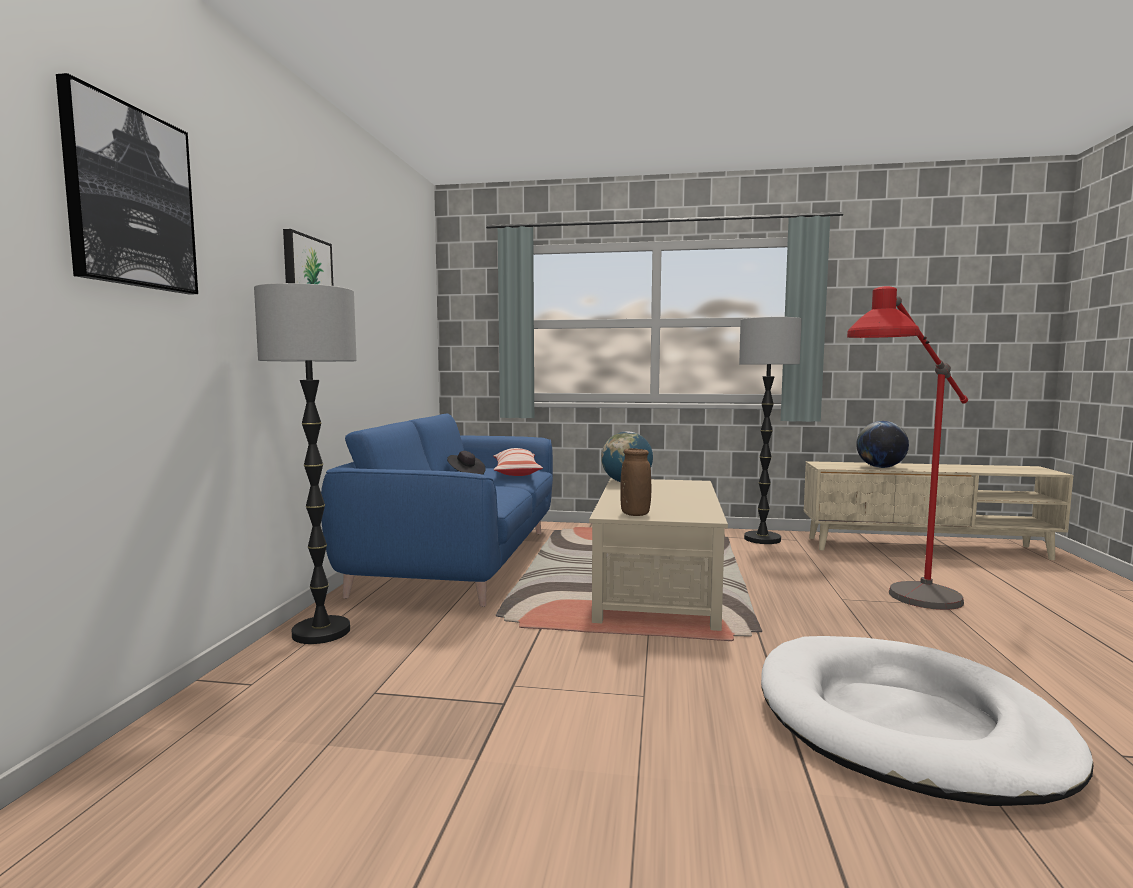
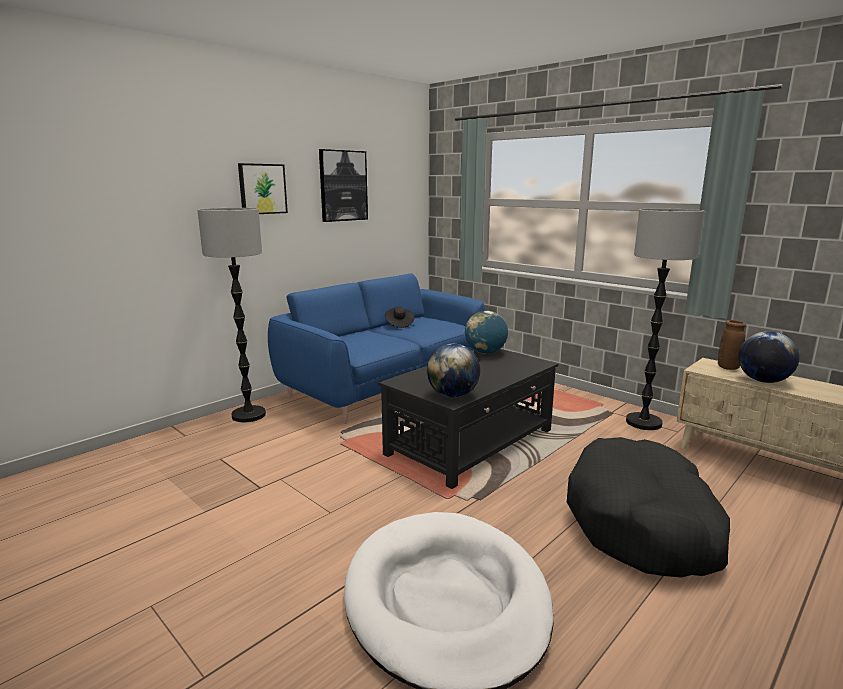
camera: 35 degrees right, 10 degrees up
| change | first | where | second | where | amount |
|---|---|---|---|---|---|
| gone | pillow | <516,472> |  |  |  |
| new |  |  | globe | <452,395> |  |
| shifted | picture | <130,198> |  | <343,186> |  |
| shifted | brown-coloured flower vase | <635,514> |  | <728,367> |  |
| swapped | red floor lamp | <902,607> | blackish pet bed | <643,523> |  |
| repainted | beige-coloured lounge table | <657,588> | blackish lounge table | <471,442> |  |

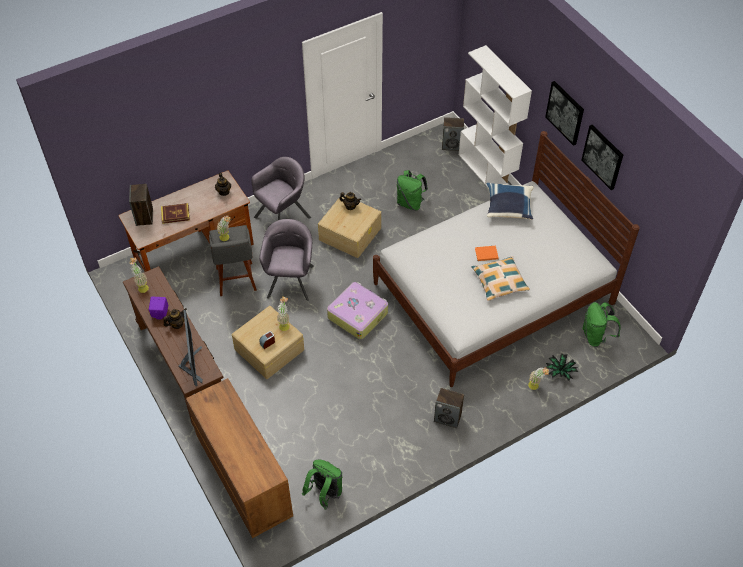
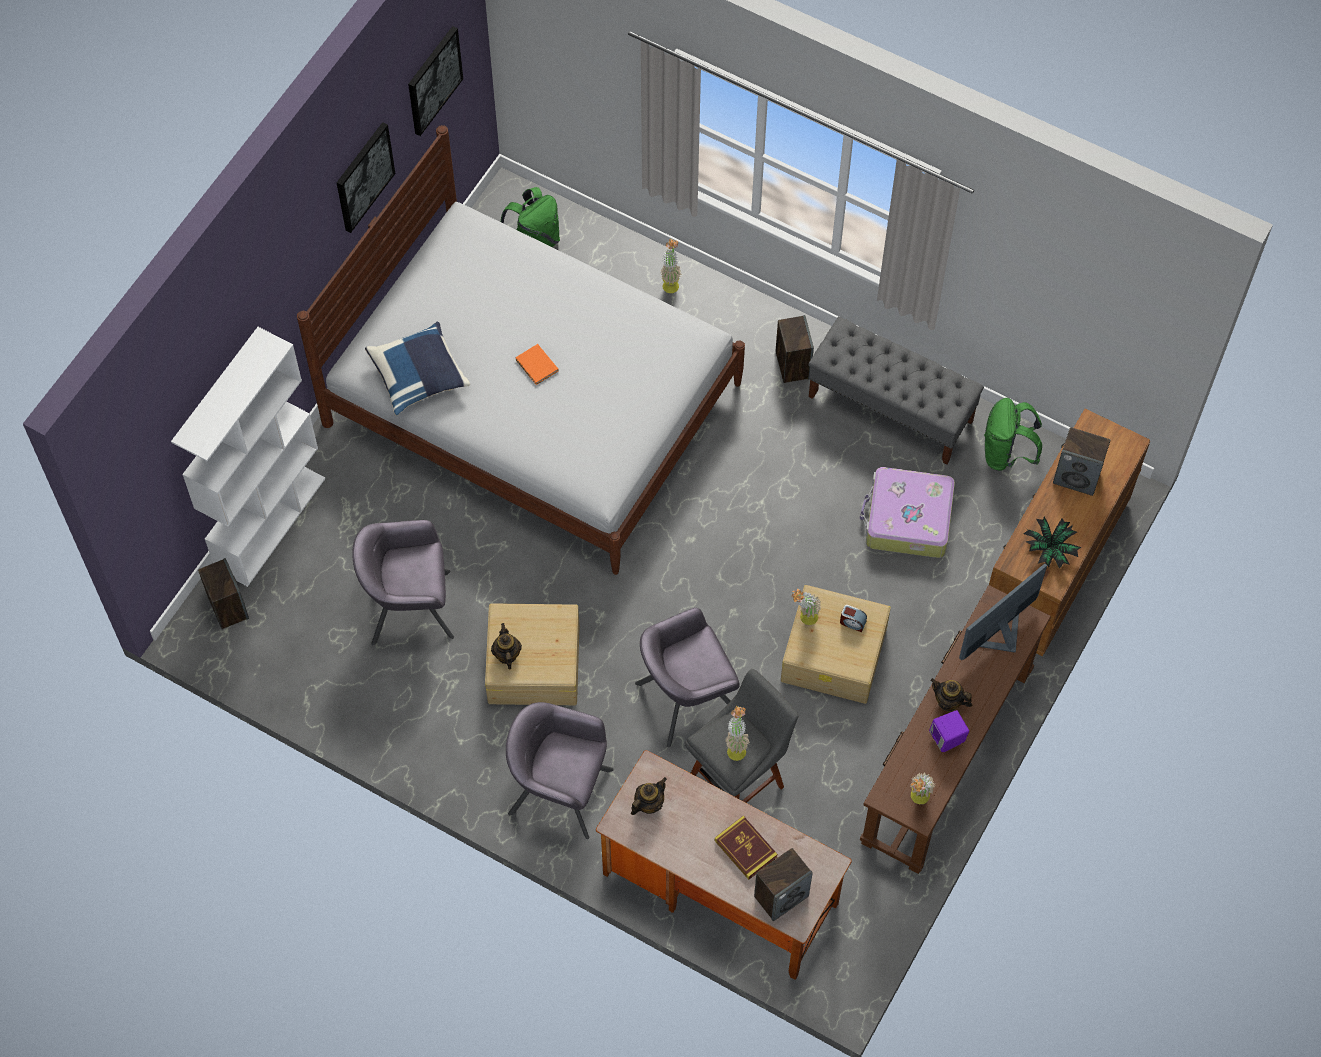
camera: 120 degrees left, 10 degrees up
| change | first | where | second | where | amount |
|---|---|---|---|---|---|
| gone | pillow | <499,282> |  |  |  |
| new |  |  | grey indoor bench | <891,409> |  |
| new |  |  | audio speaker | <1077,477> |  |
| shifted | suitcase | <358,314> |  | <907,520> |  |
| shifted | picture | <565,112> |  | <433,80> |  |
| shifted | potted plant | <560,372> |  | <1049,549> |  |
| swapped | green-coloured knapsack | <410,203> | grey easy chair | <409,606> |  |

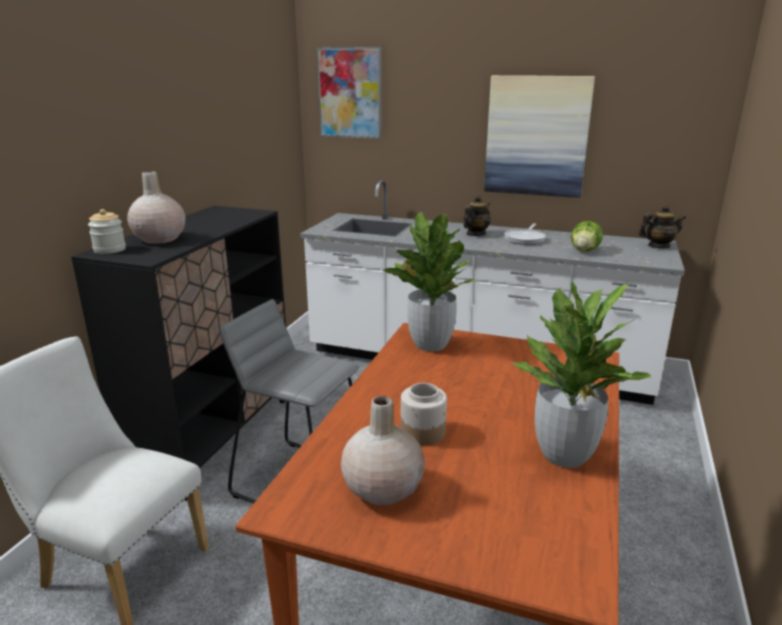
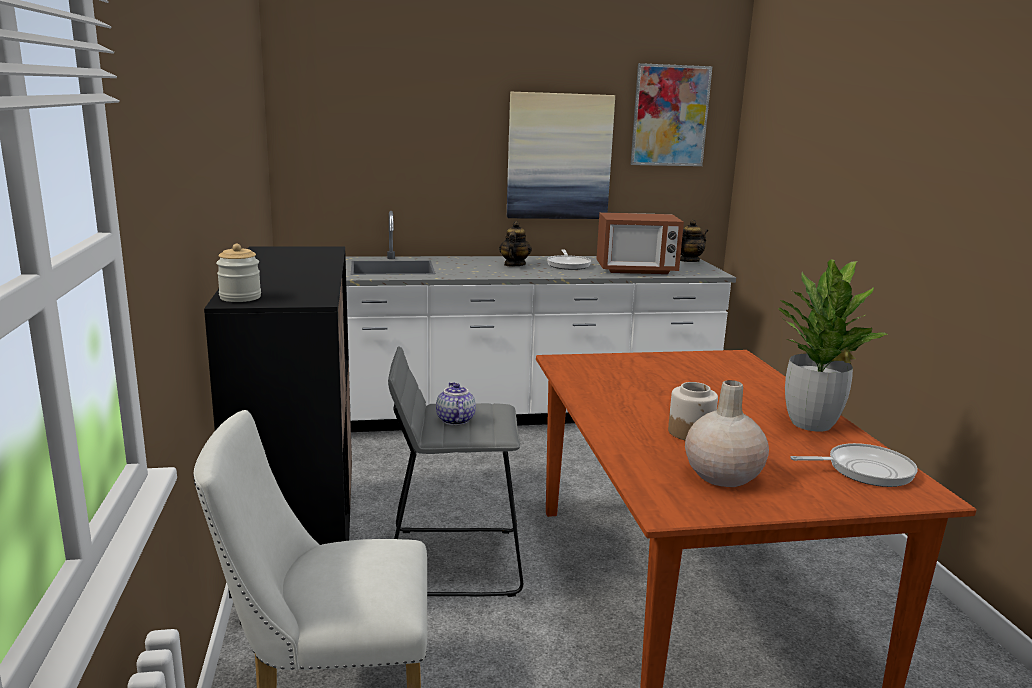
camera: 30 degrees left, 5 degrees down
| change | first | where | second | where | amount |
|---|---|---|---|---|---|
| gone | beige-coloured flower vase | <159,239> |  |  |  |
| gone | potted plant | <430,344> |  |  |  |
| new |  |  | pot for tea | <454,420> |  |
| new |  |  | skillet | <864,470> |  |
| shifted | picture | <350,93> |  | <670,116> |  |
| swapped | lettuce | <584,251> | kitchen microwave | <636,270> |  |

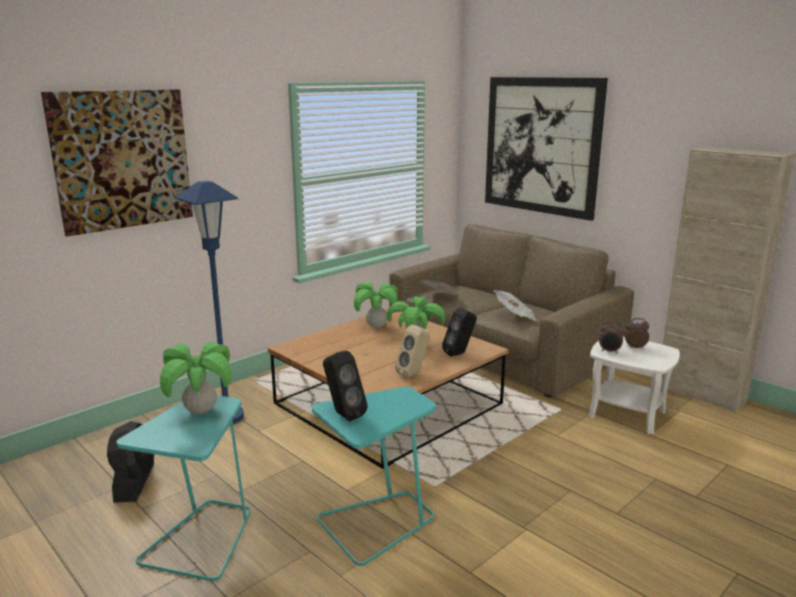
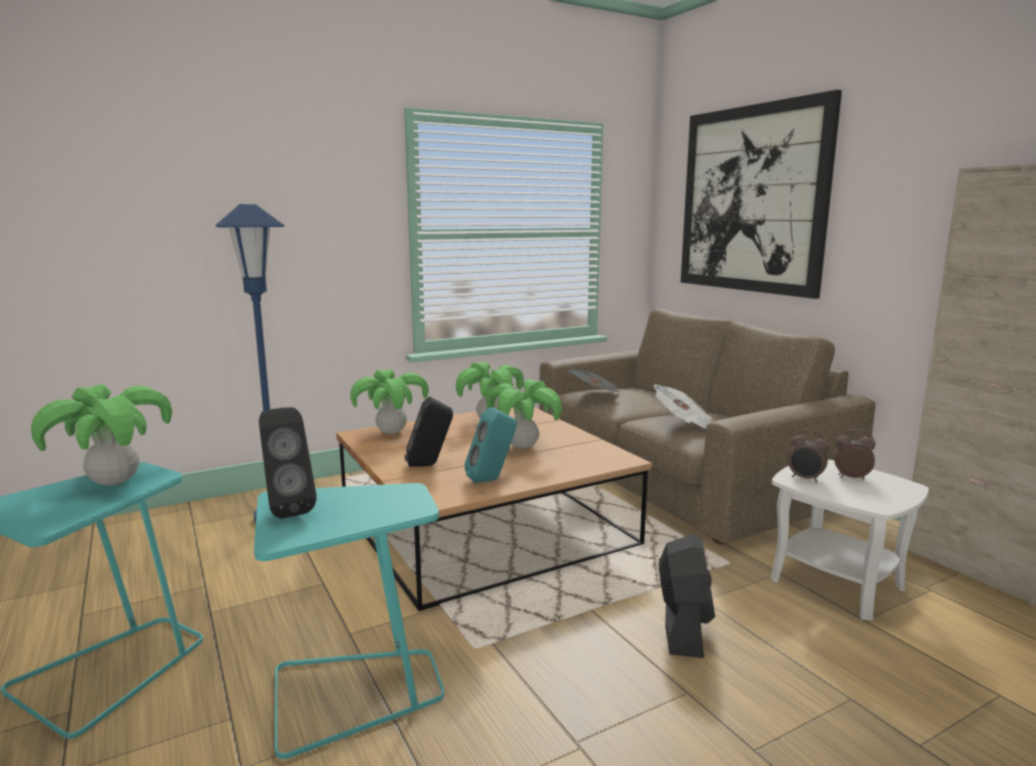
camera: 15 degrees right, 5 degrees down
| change | first | where | second | where | amount |
|---|---|---|---|---|---|
| gone | picture | <123,160> |  |  |  |
| new |  |  | potted plant | <391,432> |  |
| shifted | blackish electric fan | <134,483> |  | <684,627> |  |
| shifted | blackish audio speaker | <460,354> |  | <429,465> |  |
| repainted | beige-coloured audio speaker | <414,374> | blue-green audio speaker | <491,480> |  |

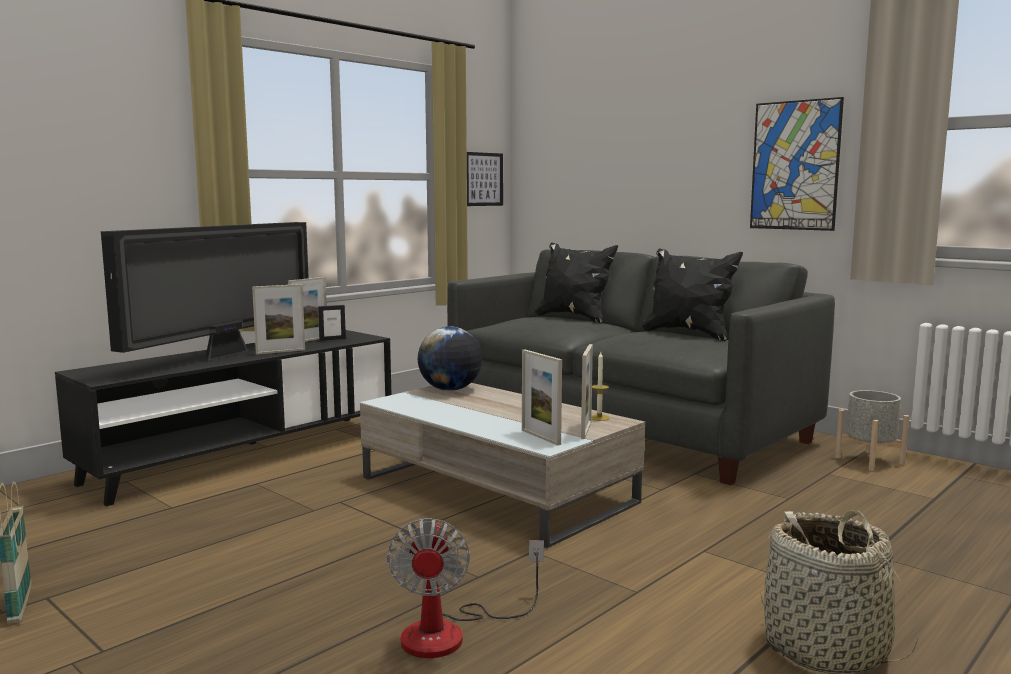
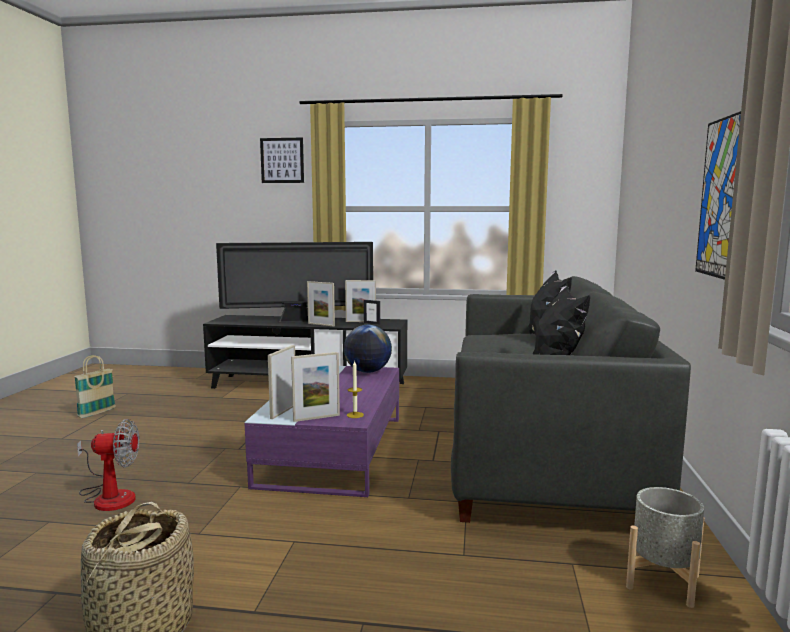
camera: 55 degrees right, 0 degrees up
| change | first | where | second | where | amount |
|---|---|---|---|---|---|
| shifted | picture | <483,179> |  | <282,160> |  |
| repainted | beige-coloured lounge table | <496,489> | purple-coloured lounge table | <334,449> |  |
| rotated | electric fan | <452,632> |  | <109,496> | 150 degrees counterclockwise |

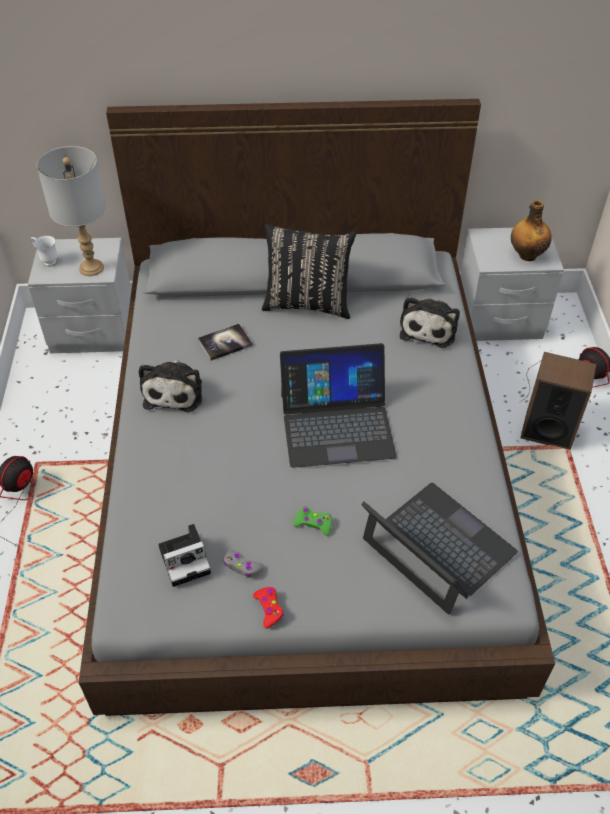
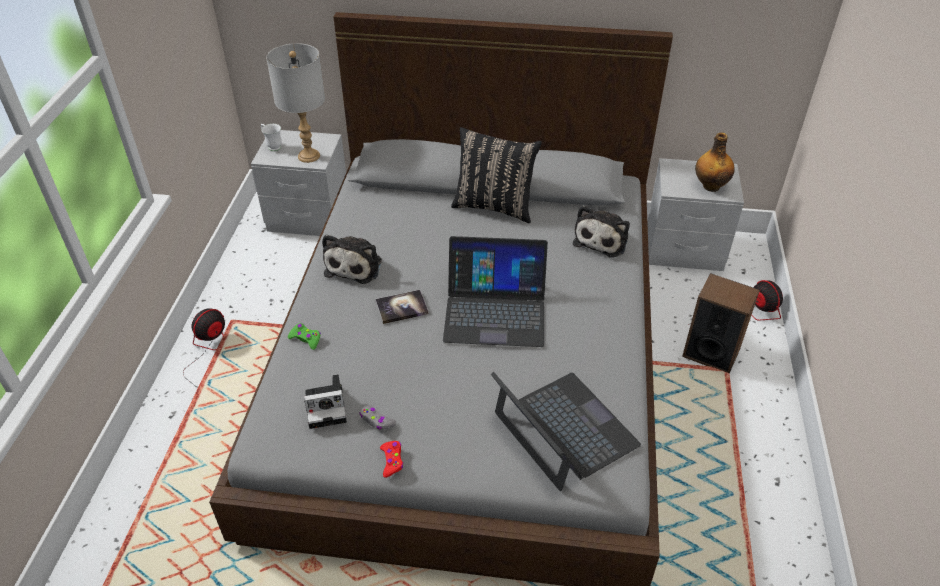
camera: 10 degrees right, 5 degrees down
| change | first | where | second | where | amount |
|---|---|---|---|---|---|
| shifted | book | <225,343> |  | <401,308> |  |
| shifted | green-coloured game controller | <313,523> |  | <306,339> |  |

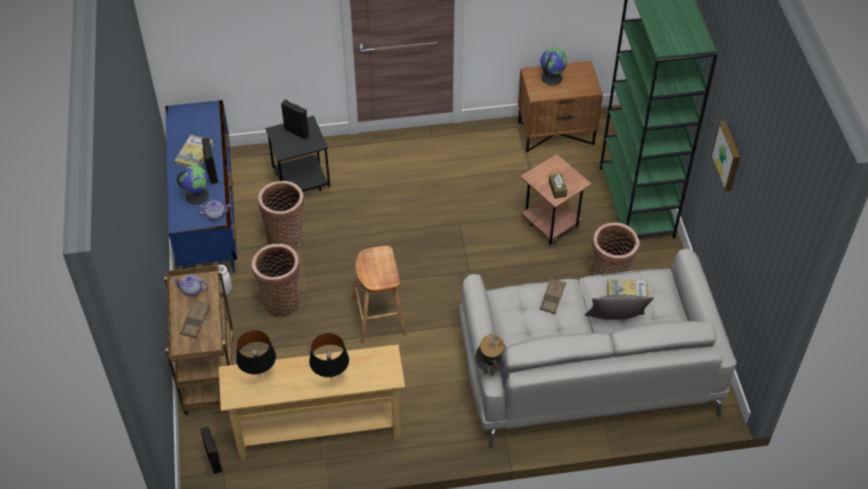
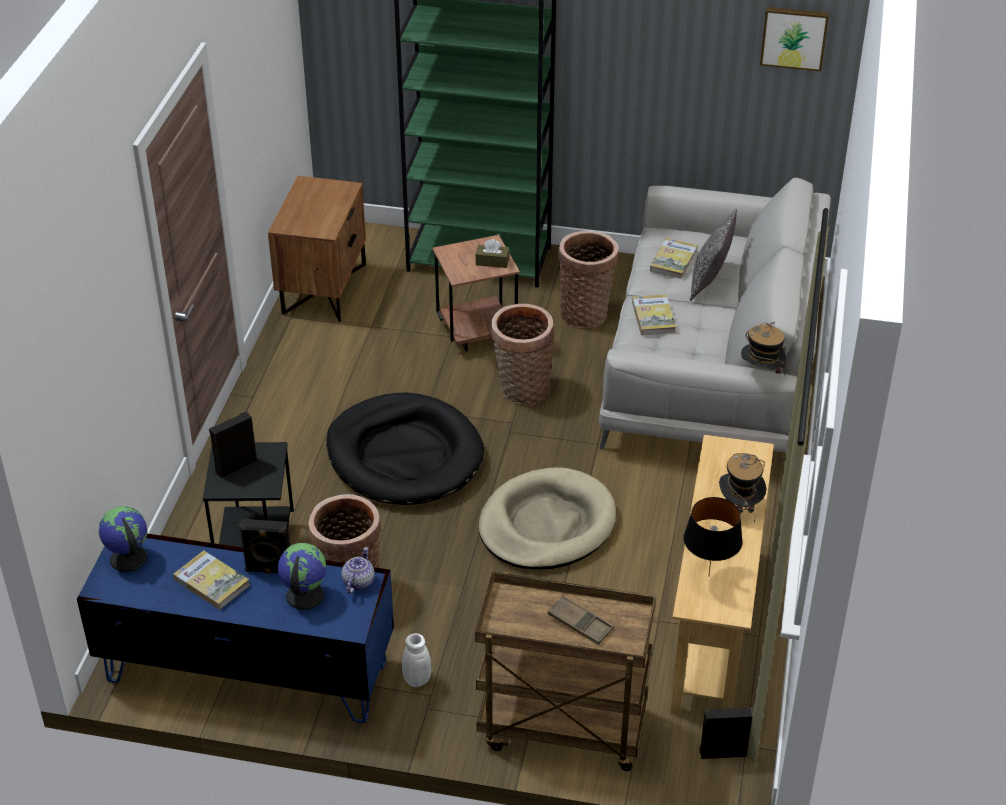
camera: 70 degrees left, 10 degrees down
| change | first | where | second | where | amount |
|---|---|---|---|---|---|
| gone | pot for tea | <192,290> |  |  |  |
| new |  |  | blackish pet bed | <404,455> |  |
| shifted | basket | <281,301> |  | <522,390> |  |
| shifted | globe | <551,78> |  | <128,558> |  |
| shifted | picture | <728,155> |  | <794,37> |  |
| swapped | blackish tabletop lamp | <331,380> | wearable hat | <740,507> |  |
| swapped | brown-coloured stool | <379,317> | beige-coloured pet bed | <546,524> |  |
| swapped | brown-coloured carrying tray | <552,298> | book | <653,317> |  |

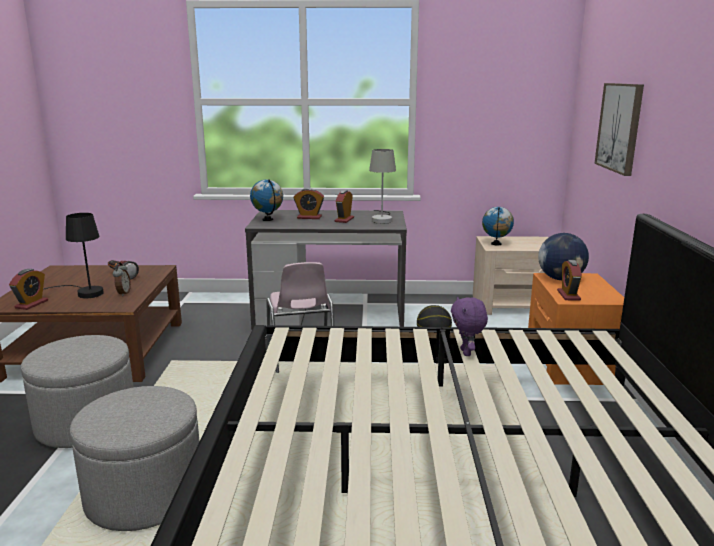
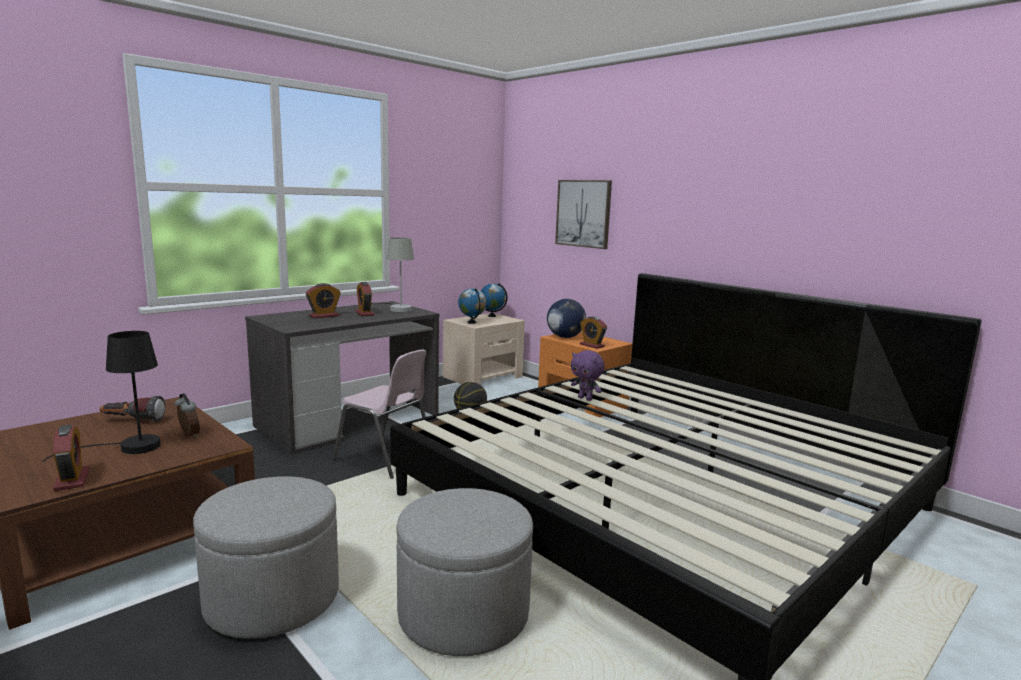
camera: 45 degrees left, 5 degrees down
| change | first | where | second | where | amount |
|---|---|---|---|---|---|
| shifted | globe | <268,220> |  | <492,316> |  |

